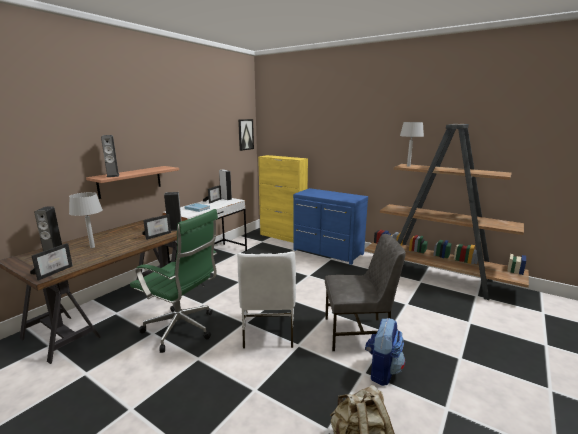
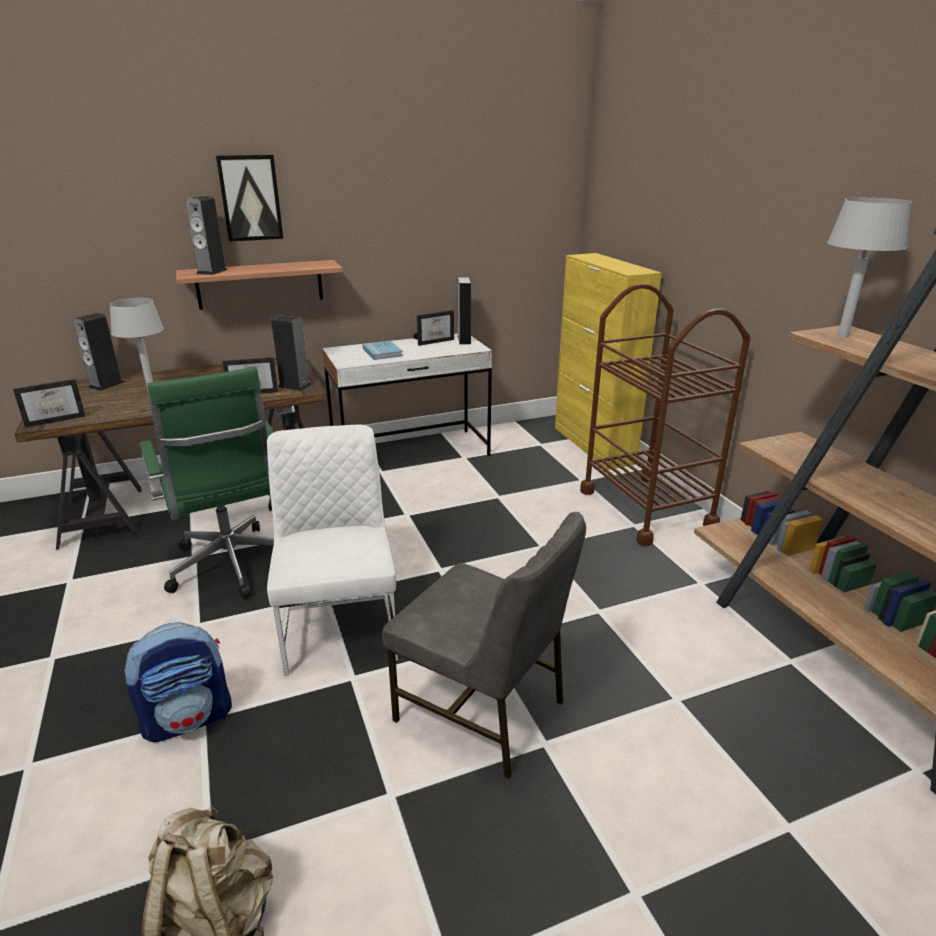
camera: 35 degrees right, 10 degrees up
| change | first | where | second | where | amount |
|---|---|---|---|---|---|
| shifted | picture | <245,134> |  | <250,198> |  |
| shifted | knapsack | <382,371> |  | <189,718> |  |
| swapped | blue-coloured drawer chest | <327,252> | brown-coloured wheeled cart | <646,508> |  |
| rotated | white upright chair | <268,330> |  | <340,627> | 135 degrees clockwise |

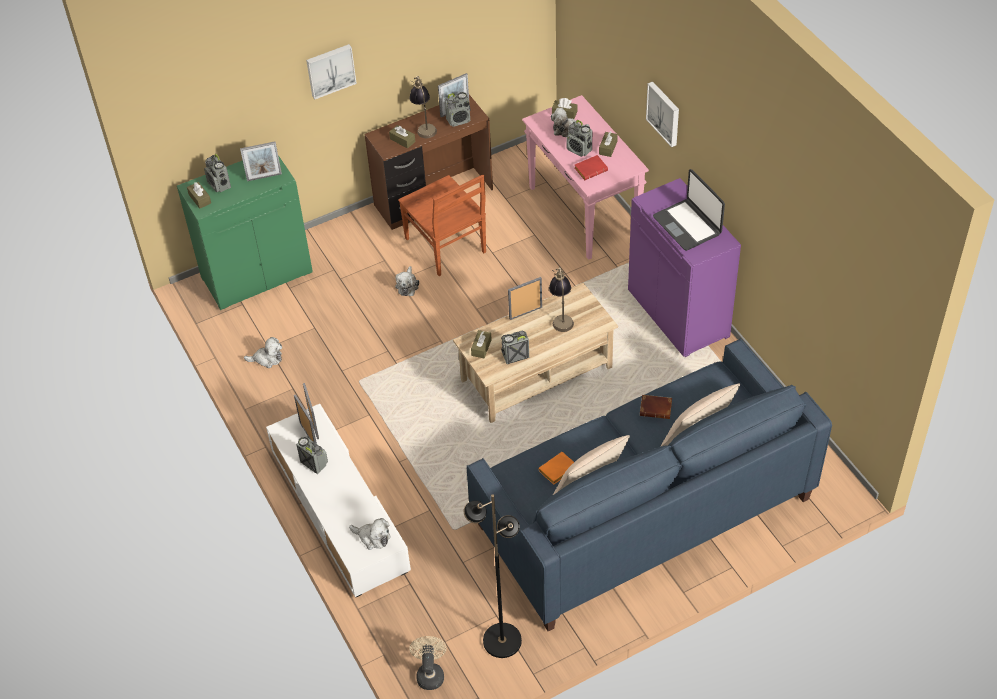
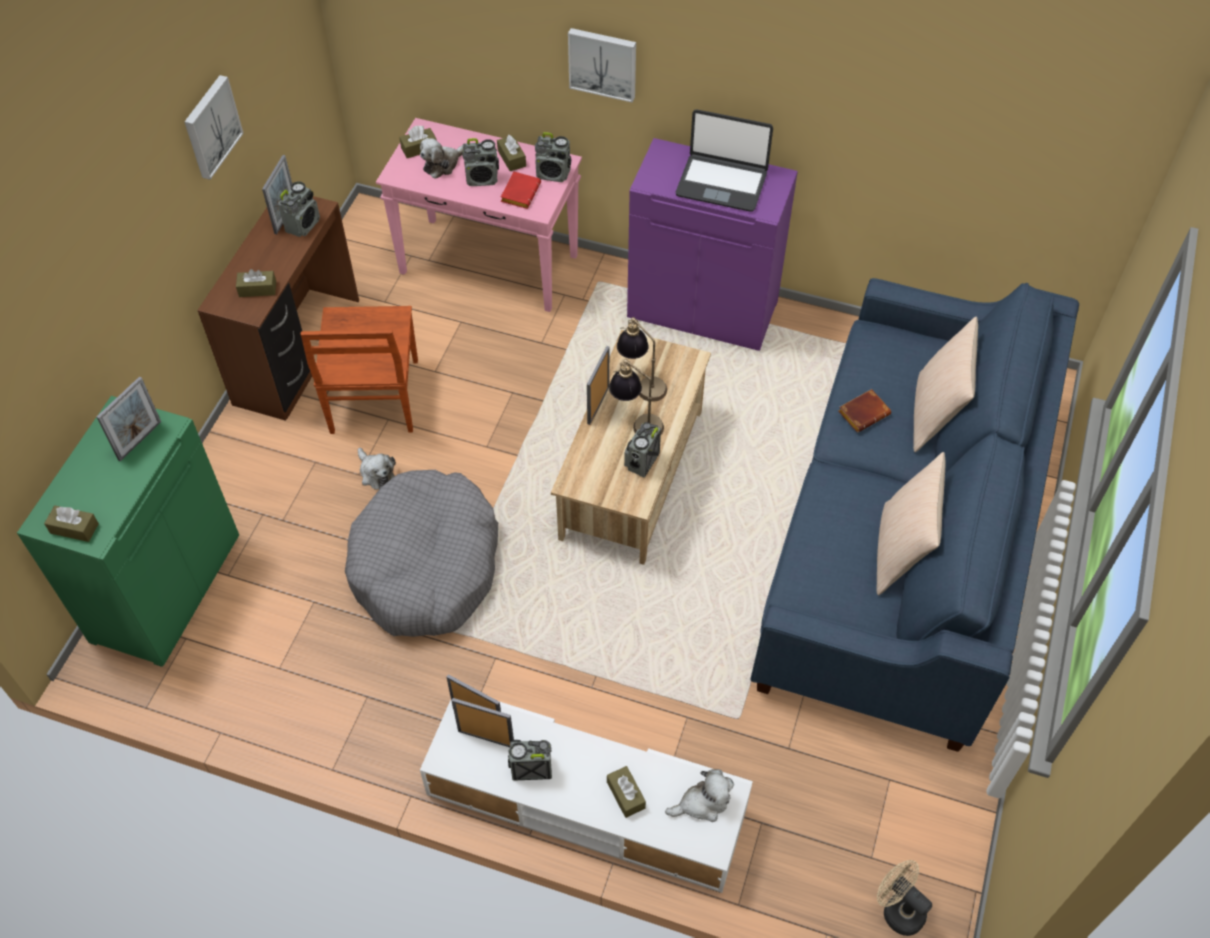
camera: 45 degrees left, 5 degrees up
| change | first | where | second | where | amount |
|---|---|---|---|---|---|
| gone | plush toy | <267,359> |  |  |  |
| gone | blackish floor lamp | <501,640> |  |  |  |
| gone | orange-coloured book | <557,471> |  |  |  |
| new |  |  | grey pet bed | <426,566> |  |
| shifted | radio receiver | <219,185> |  | <553,174> |  |
| shifted | picture | <330,70> |  | <210,126> |  |
| shifted | tabletop lamp | <424,126> |  | <636,422> |  |
| shifted | brown-coloured box of tissues | <481,347> |  | <626,795> |  |
| rotated | brown-coloured upright chair | <446,246> |  | <374,398> | 75 degrees clockwise |

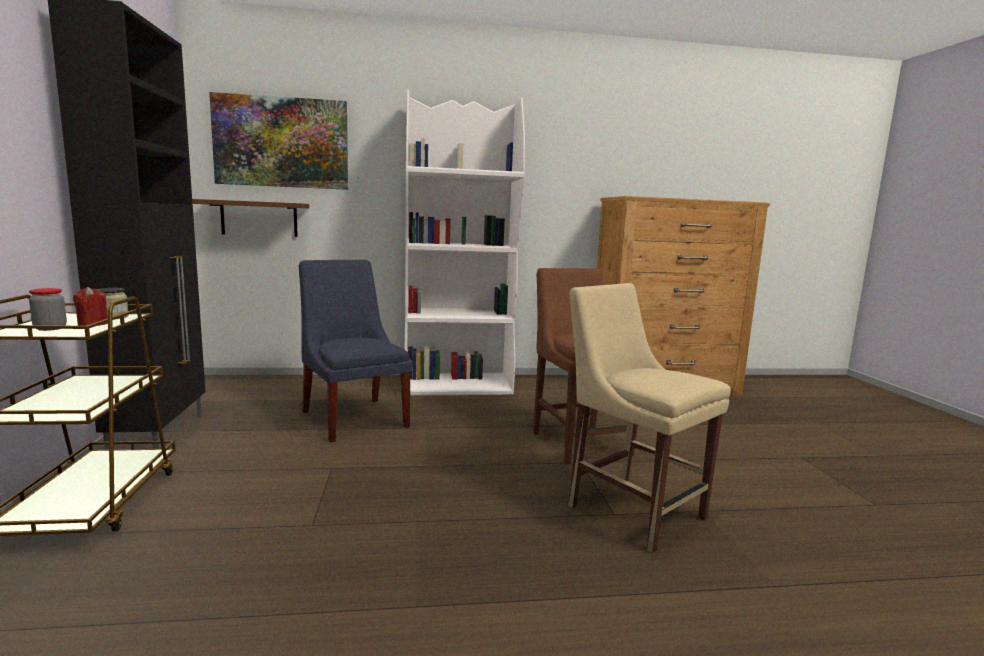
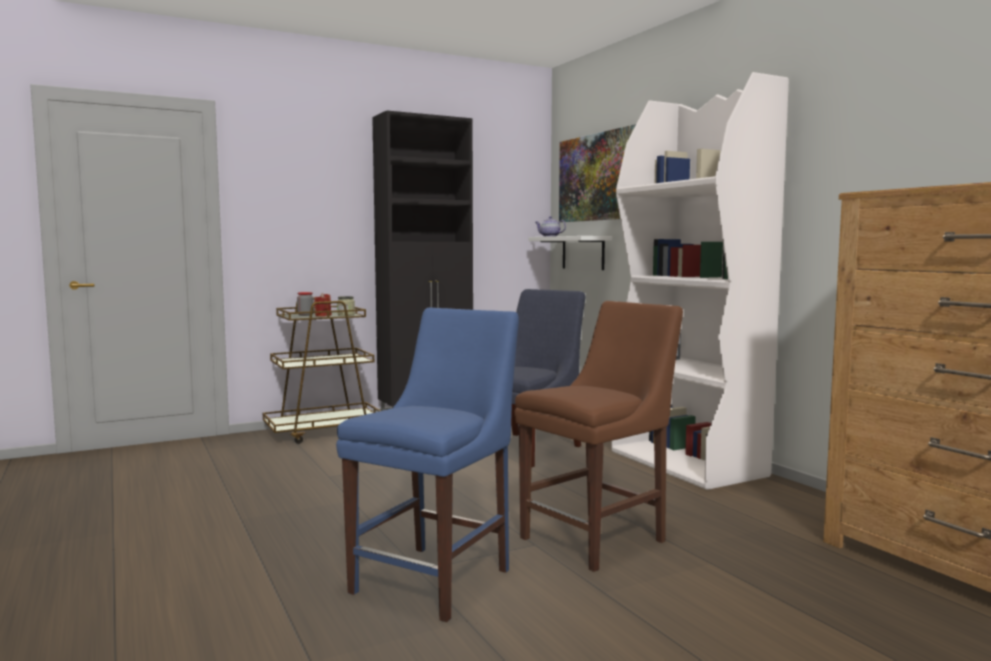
camera: 70 degrees right, 5 degrees down
| change | first | where | second | where | amount |
|---|---|---|---|---|---|
| new |  |  | pot for tea | <549,236> |  |
| repainted | brown-coloured shelf | <259,218> | white shelf | <583,252> |  |
| repainted | beige-coloured upright chair | <631,509> | blue-coloured upright chair | <437,578> |  |

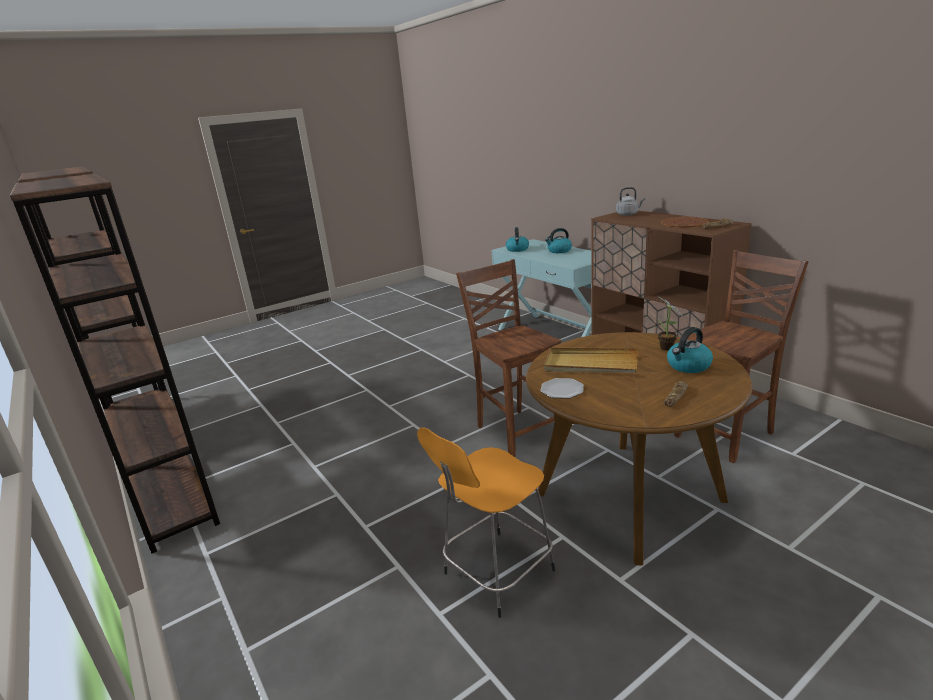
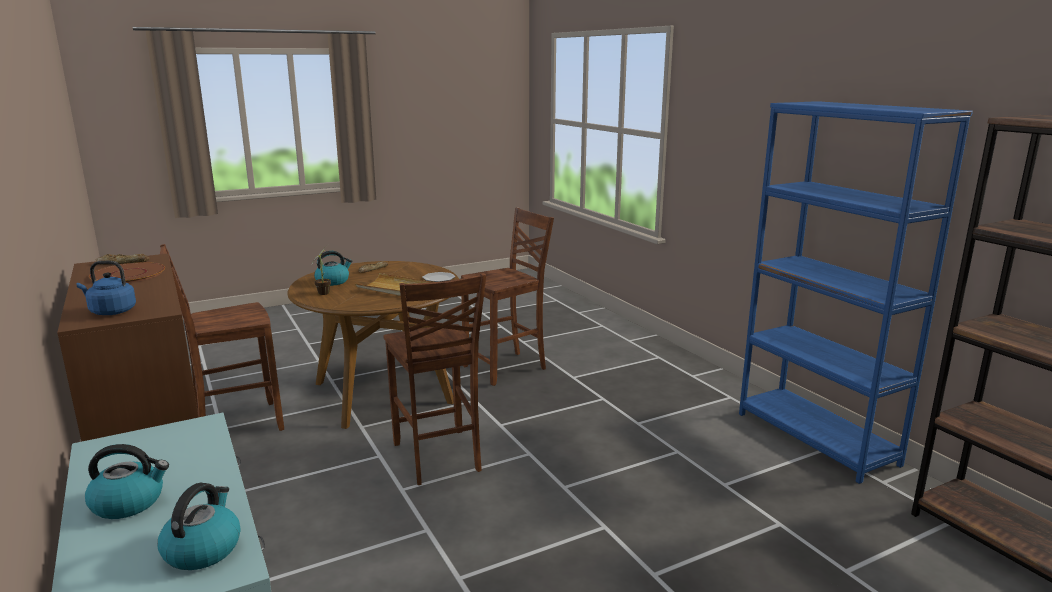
camera: 175 degrees left, 5 degrees down
| change | first | where | second | where | amount |
|---|---|---|---|---|---|
| swapped | orange-coloured stool | <496,574> | brown-coloured upright chair | <507,368> |  |
| repainted | brown-coloured bookcase | <172,500> | blue-coloured bookcase | <816,438> |  |
| repainted | grey water kettle | <628,214> | blue-coloured water kettle | <110,311> |  |

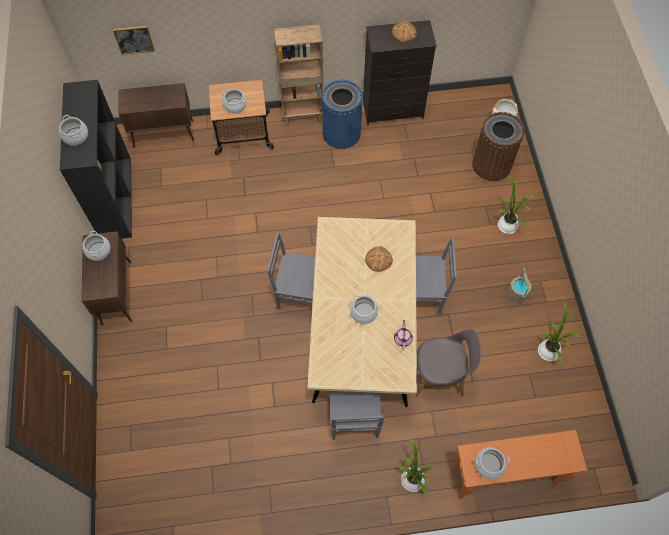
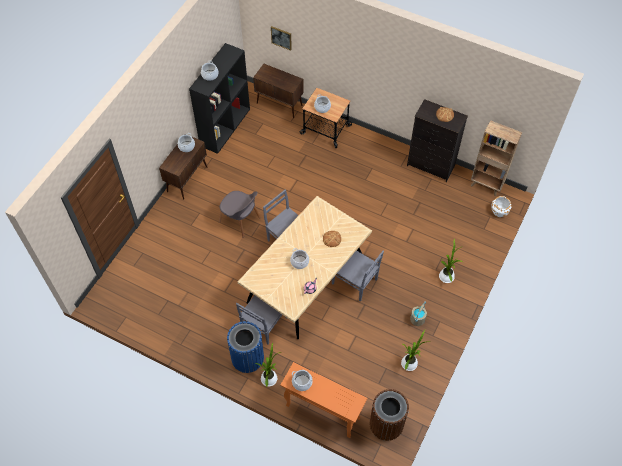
camera: 35 degrees right, 5 degrees down
| change | first | where | second | where | amount |
|---|---|---|---|---|---|
| shifted | brown-coloured bookcase | <303,115> |  | <486,185> |  |
| shifted | blue-coloured waste bin | <341,133> |  | <247,357> |  |
| shifted | grey upright chair | <440,375> |  | <240,221> |  |
| shifted | brown-coloured waste bin | <491,165> |  | <386,424> |  |

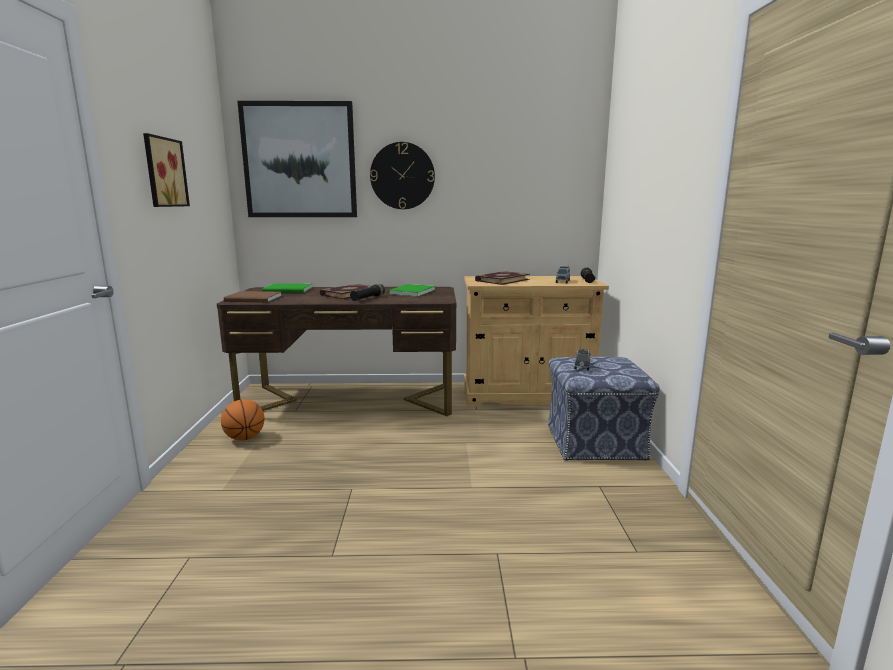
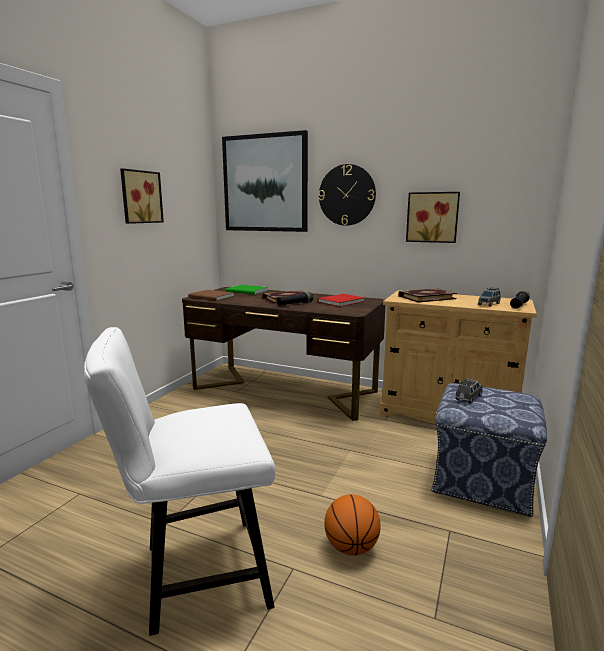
camera: 25 degrees right, 0 degrees up
| change | first | where | second | where | amount |
|---|---|---|---|---|---|
| new |  |  | white upright chair | <195,575> |  |
| new |  |  | picture | <432,217> |  |
| shifted | basketball | <244,438> |  | <351,547> |  |
| repainted | green-coloured book | <410,292> | red book | <339,301> |  |

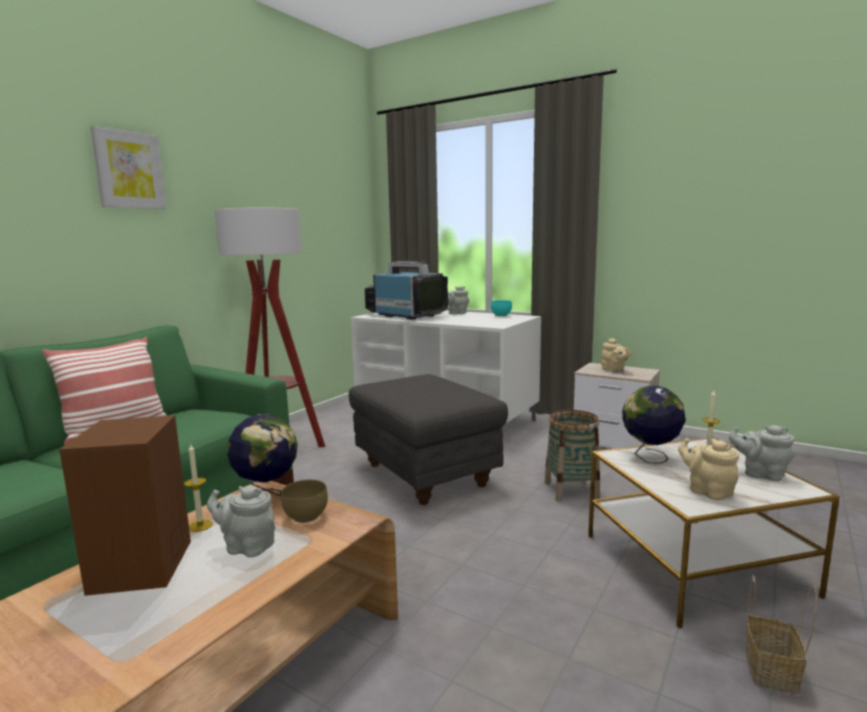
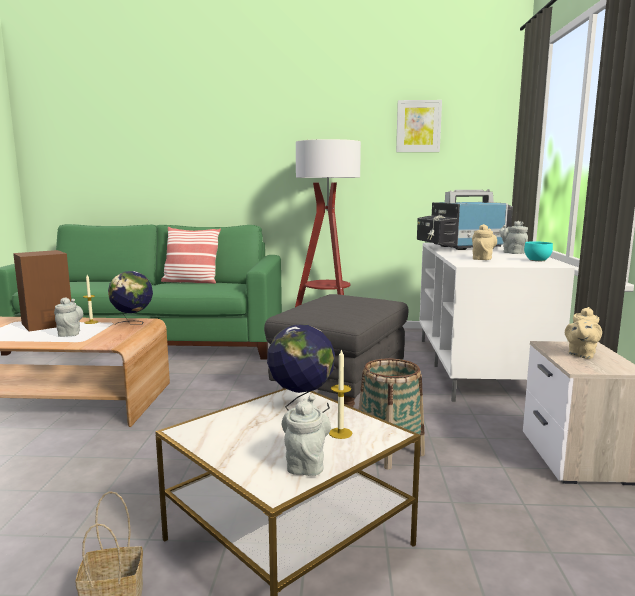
camera: 60 degrees right, 0 degrees up
| change | first | where | second | where | amount |
|---|---|---|---|---|---|
| gone | brown-coloured serving bowl | <305,518> |  |  |  |
| shifted | picture | <129,170> |  | <418,126> |  |
| shifted | beige-coloured pot for tea | <707,491> |  | <482,259> |  |
| rotated | TV set | <405,315> |  | <461,247> | 120 degrees counterclockwise |

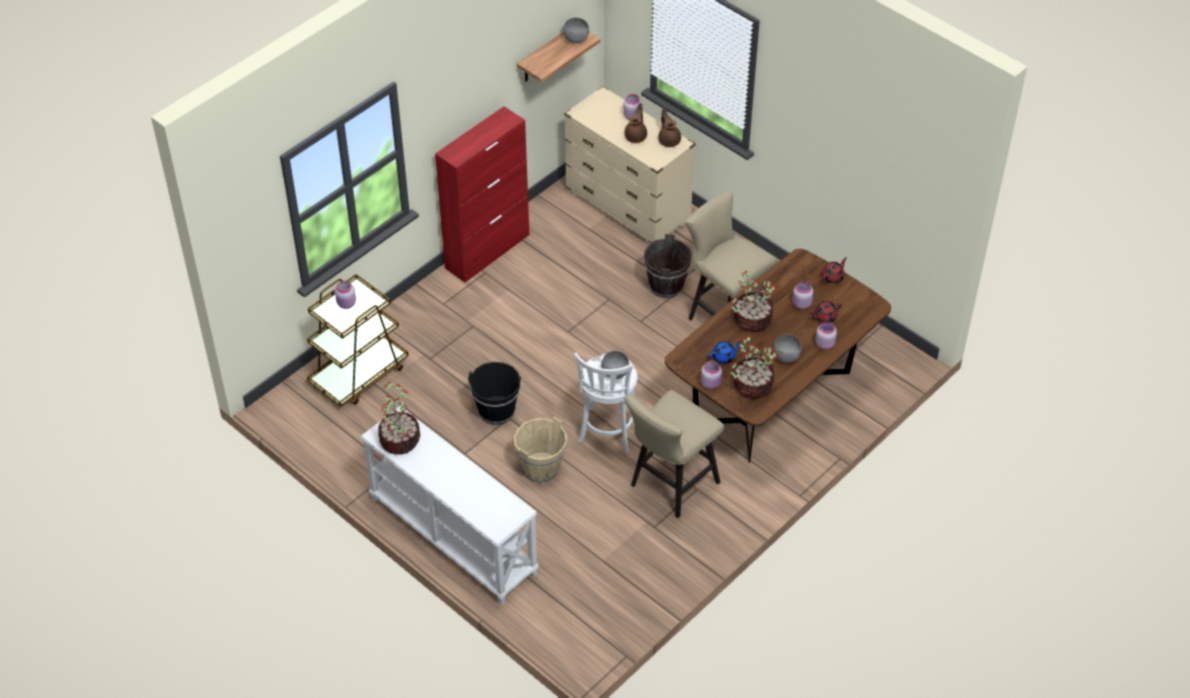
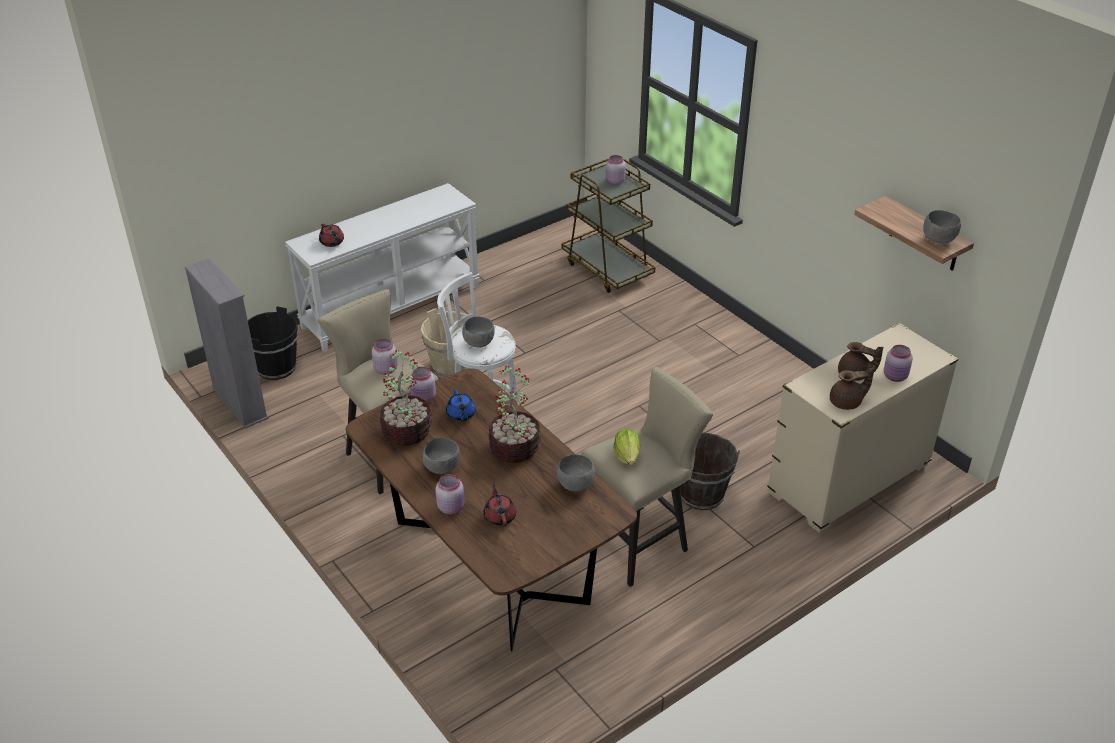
camera: 100 degrees right, 10 degrees down
| change | first | where | second | where | amount |
|---|---|---|---|---|---|
| gone | potted plant | <399,439> |  |  |  |
| gone | red cupboard | <488,251> |  |  |  |
| new |  |  | grey bookcase | <240,403> |  |
| new |  |  | grey serving bowl | <575,485> |  |
| new |  |  | lettuce | <627,456> |  |
| shifted | blackish pail | <496,410> |  | <276,368> |  |
| shifted | pink jar | <801,304> |  | <386,369> |  |
| shifted | red pot for tea | <833,277> |  | <332,242> |  |

